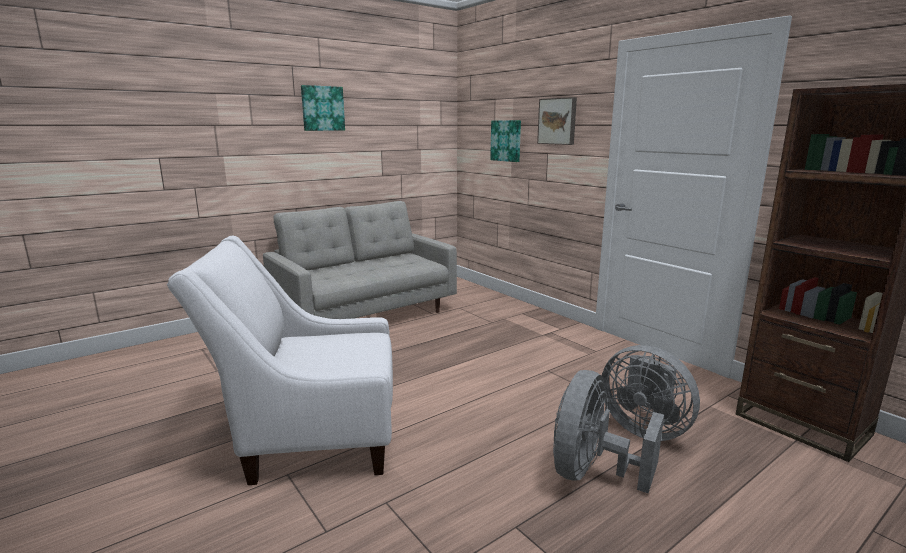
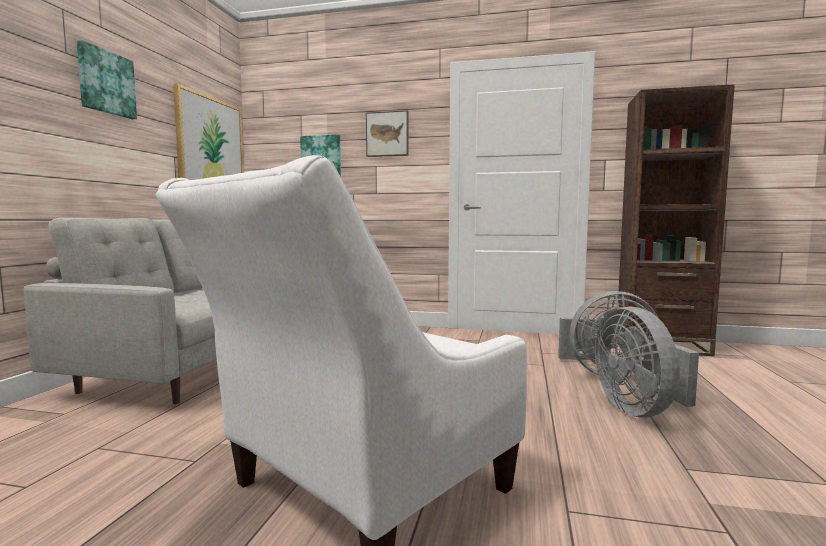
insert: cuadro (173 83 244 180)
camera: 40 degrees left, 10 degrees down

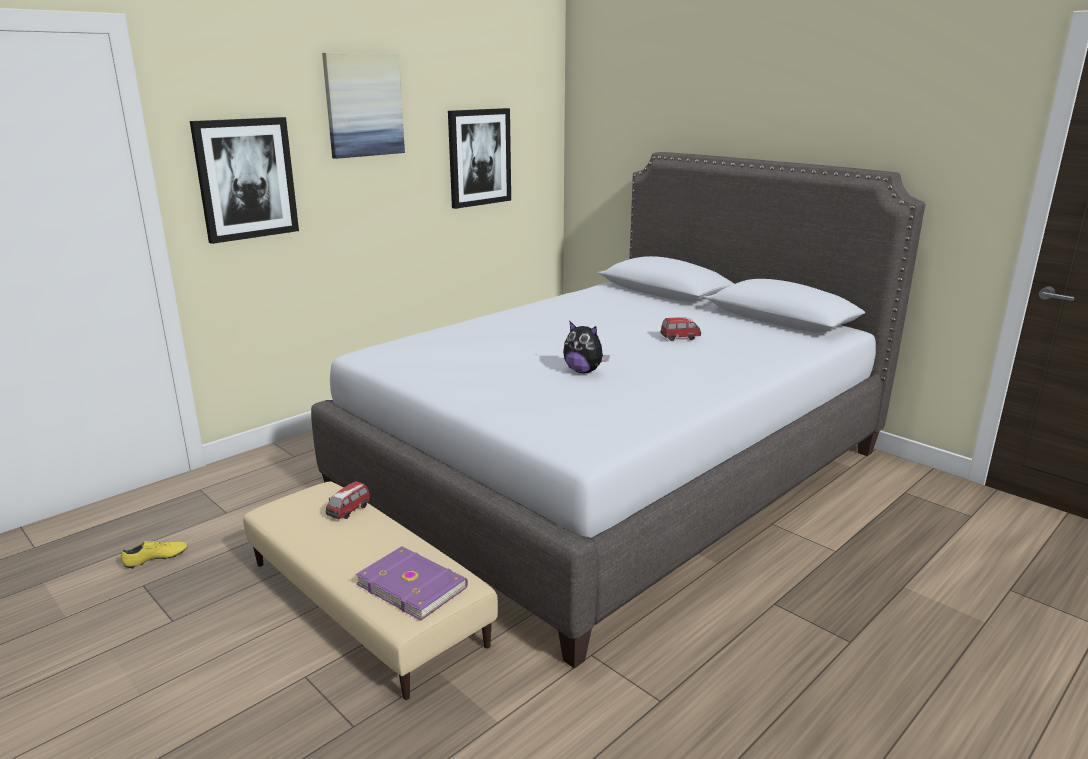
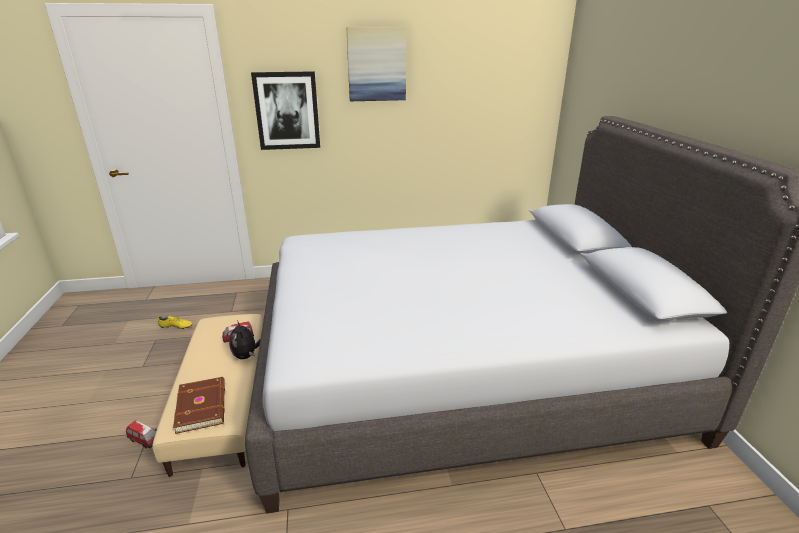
delete: cuadro (448 108 511 209)
move: coche de juguete (661 317 701 341) to (126 420 157 448); peluche (563 321 610 373) to (229 320 261 359)
recolor: libro/morado (355 546 468 621) to libro/marrón (173 377 225 434)
camera: 35 degrees right, 5 degrees up

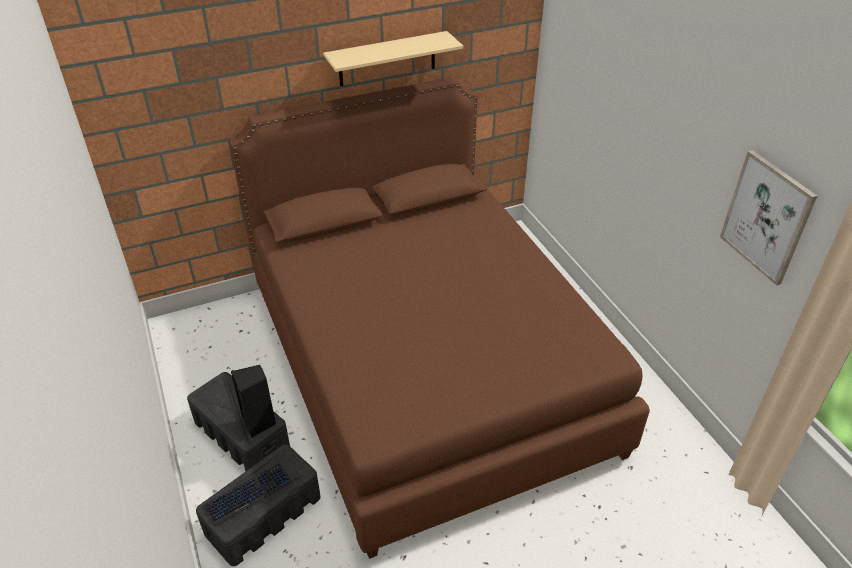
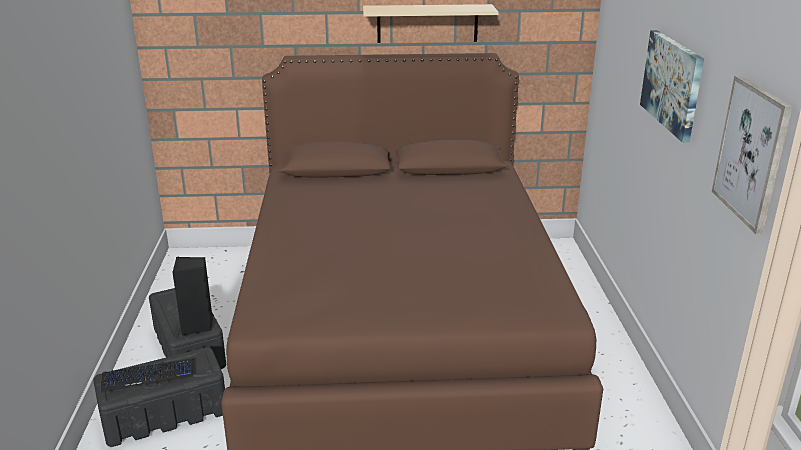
insert: cuadro (640 30 704 143)
camera: 20 degrees right, 15 degrees down

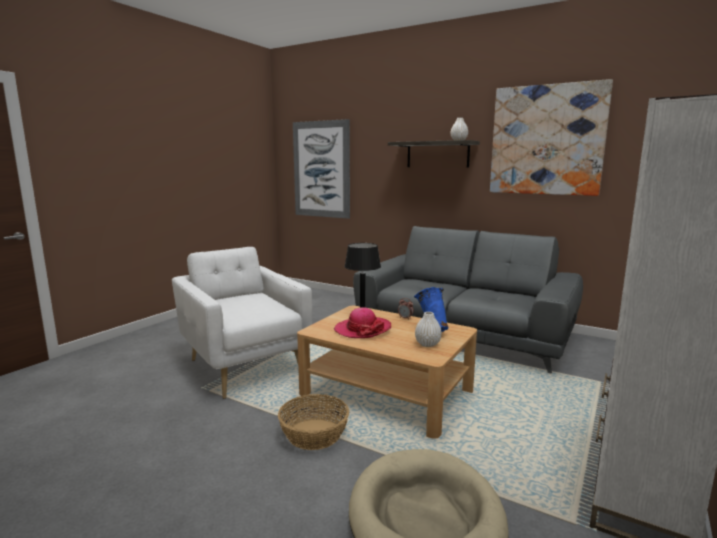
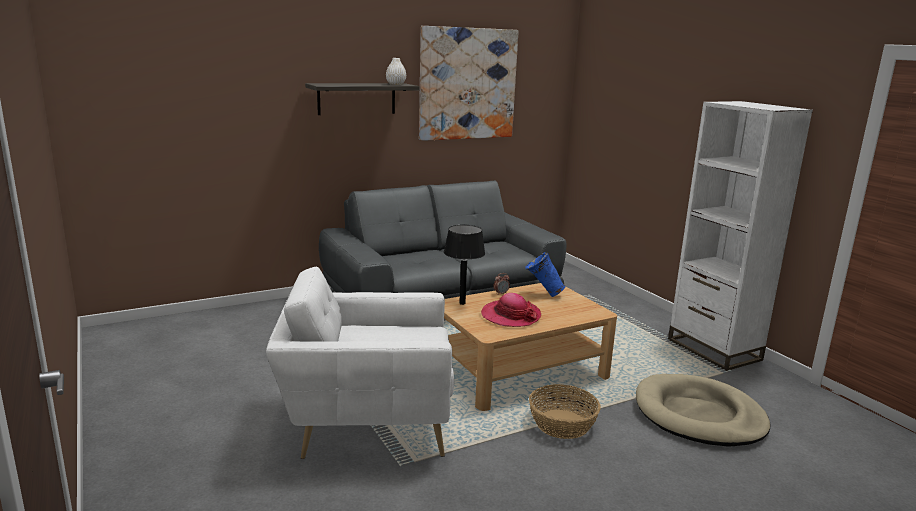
delete: cuadro (293 119 350 219); florero/blanco (415 312 442 347)
camera: 60 degrees left, 5 degrees up

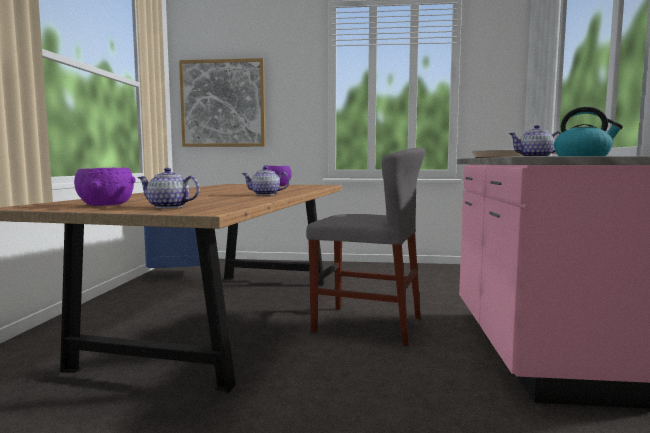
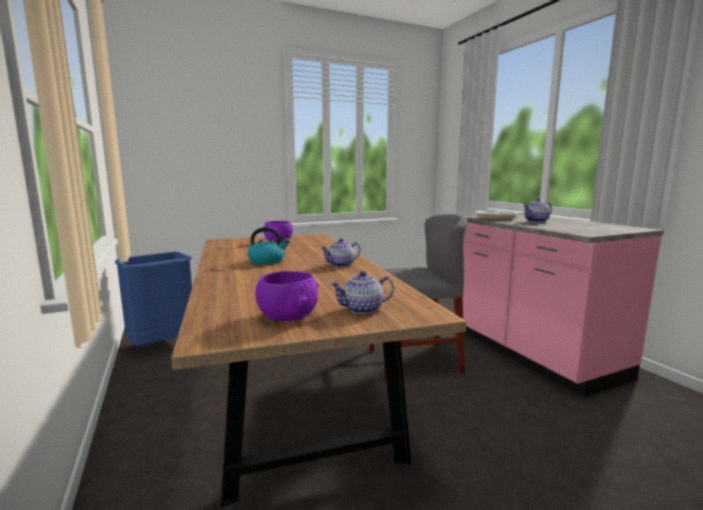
delete: cuadro (179 58 265 147)
move: hervidor (554 107 623 156) to (248 227 290 265)
camera: 30 degrees left, 5 degrees up

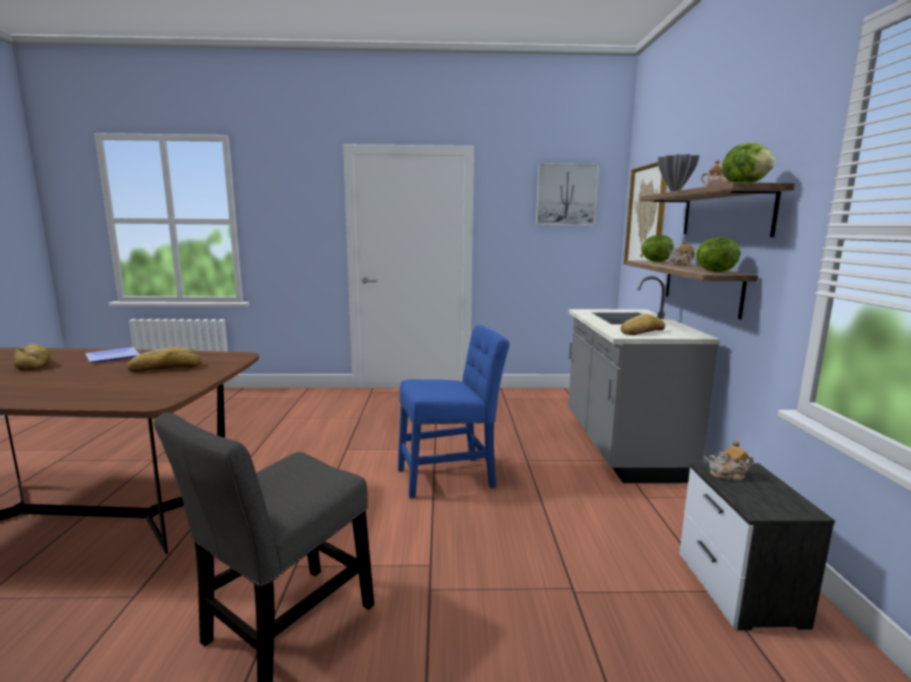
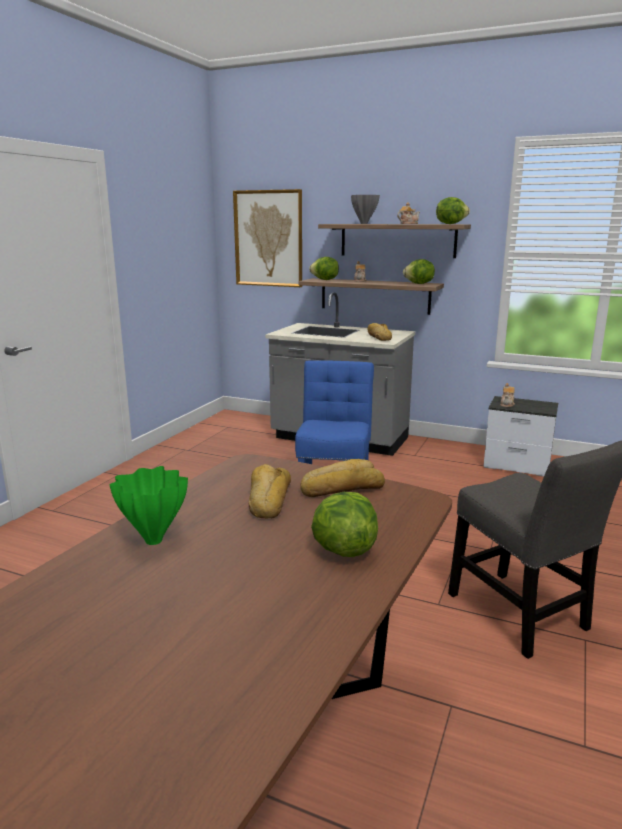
delete: cuadro (536 163 599 226)
insert: lechuga (311 492 378 557)
move: pan (14 344 50 370) to (300 459 385 497)
replace: plato (85 347 140 362) to florero/verde (109 466 188 545)
camera: 65 degrees left, 5 degrees up

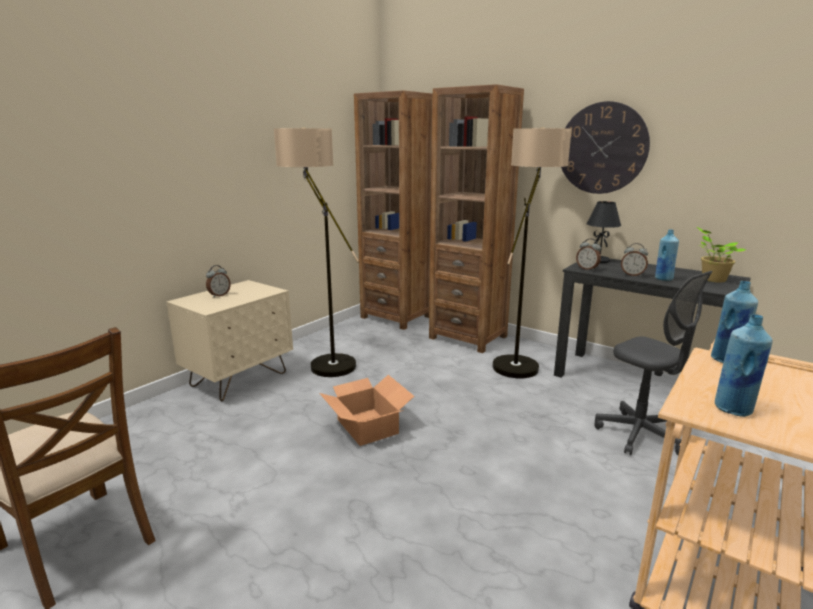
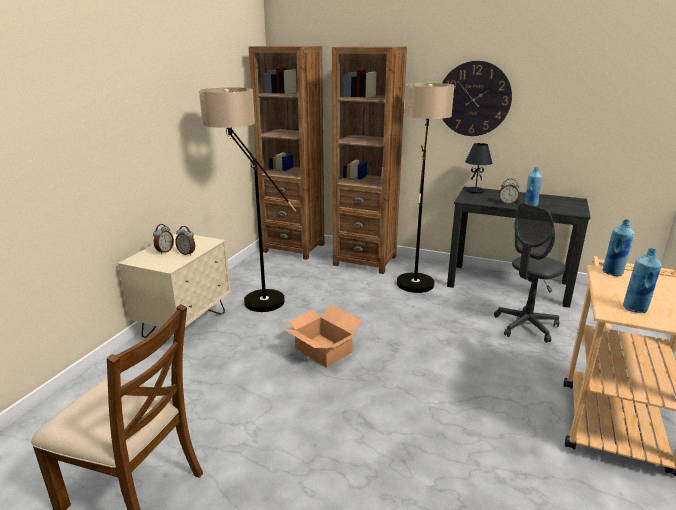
delete: planta en maceta (697 227 747 282)
move: despertador (576 239 601 271) to (176 226 195 256)
rotate: silla de oficina/gris (594 271 713 455) = (494 202 566 343) 105 degrees clockwise
camera: 15 degrees left, 5 degrees up

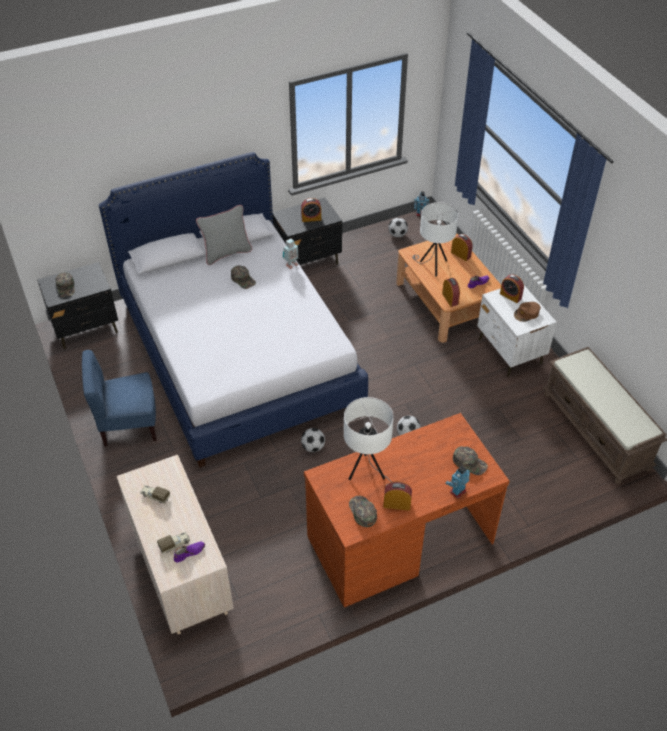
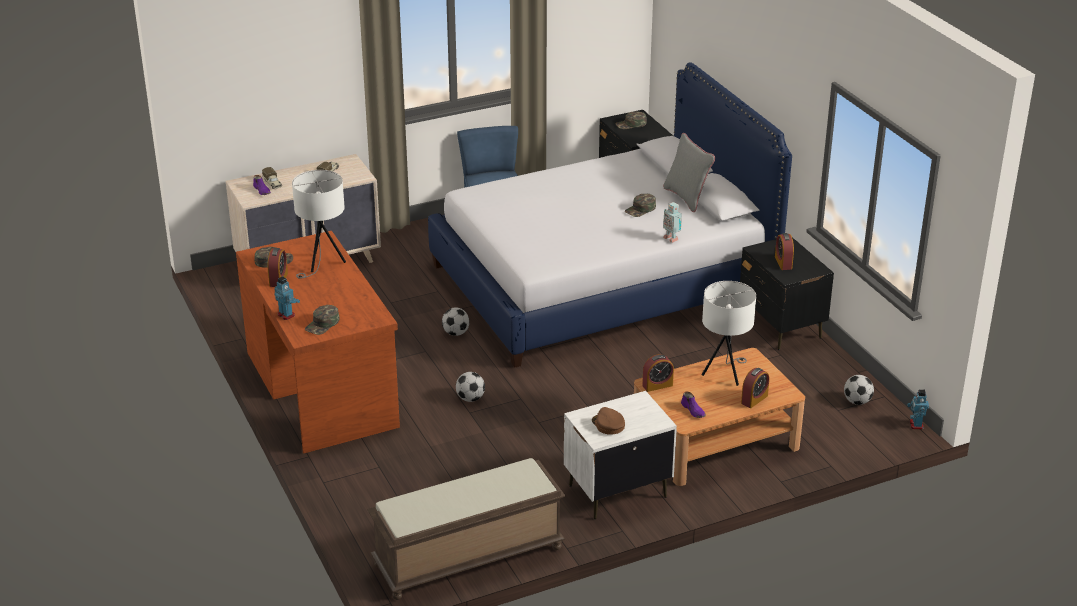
delete: despertador (500 274 524 303)
camera: 90 degrees right, 15 degrees down

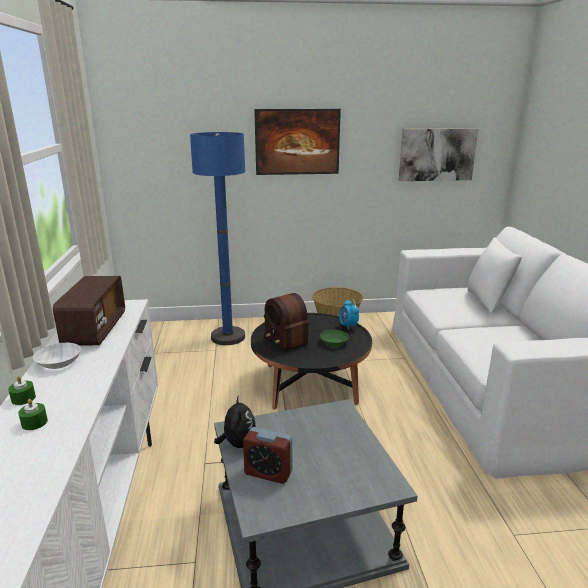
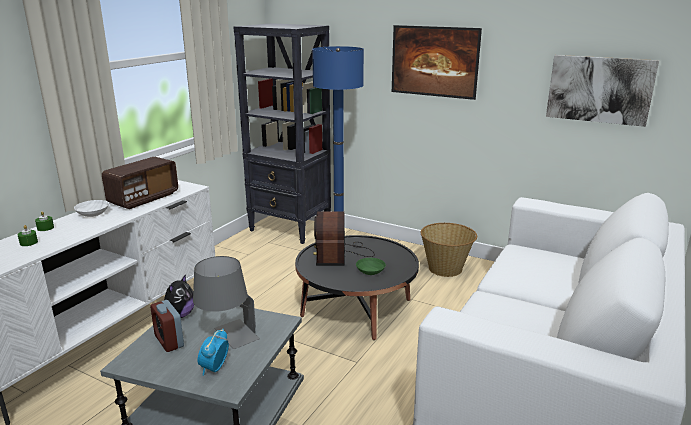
delete: cojín/blanco (468 237 522 314)
insert: estantería/negro (234 23 331 244); lámpara de mesa/gris (193 256 260 349)
move: despertador (339 299 359 330) to (197 329 229 376)
camera: 35 degrees right, 0 degrees up

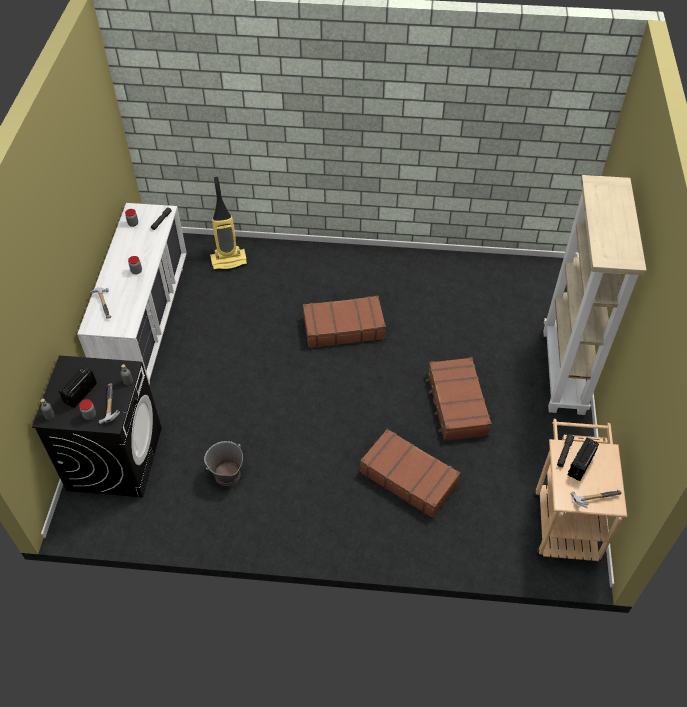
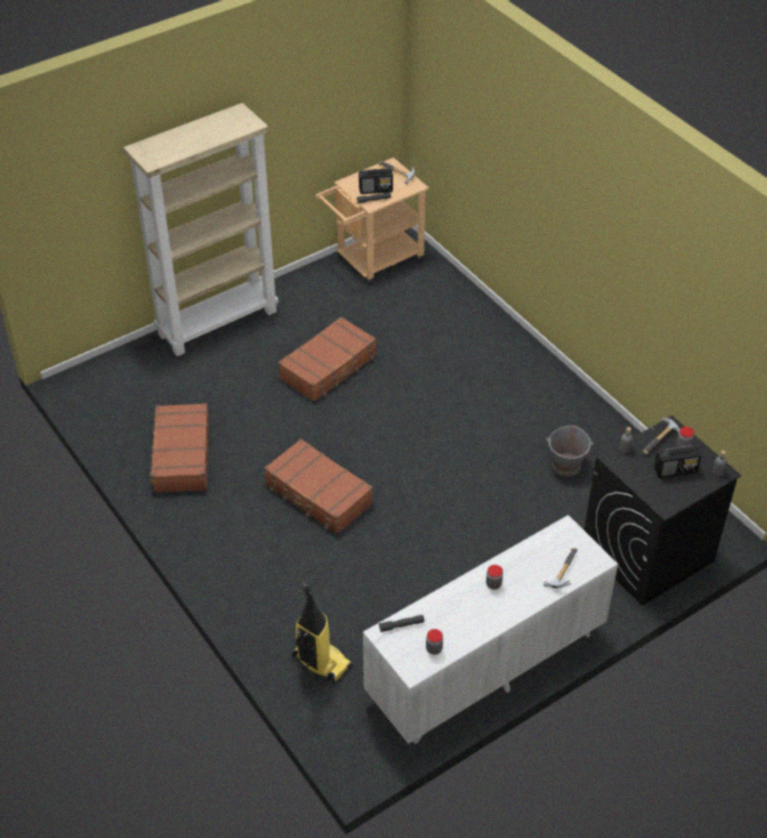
move: maleta/marrón (360 429 460 518) to (149 403 210 493)
camera: 130 degrees left, 5 degrees down

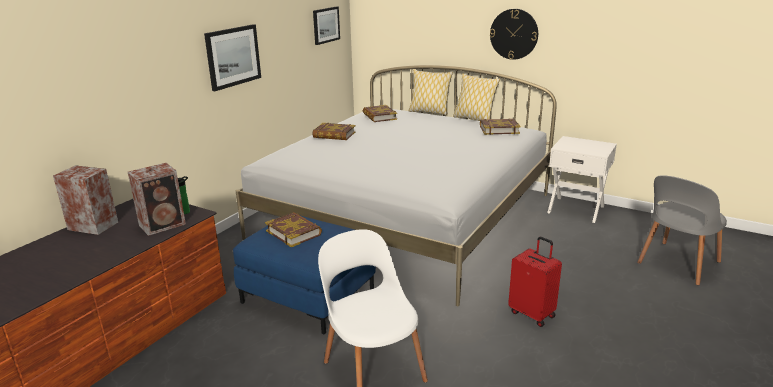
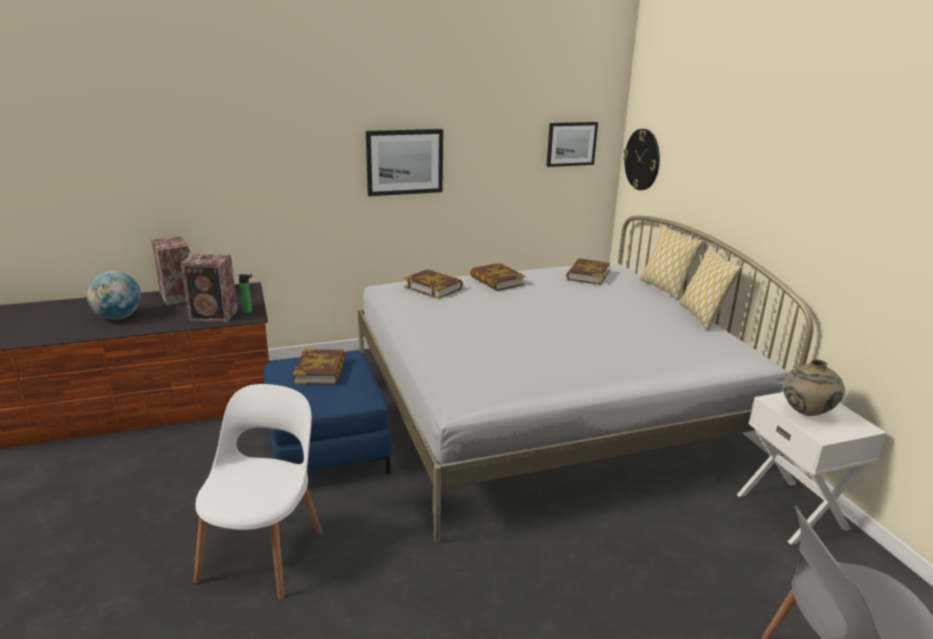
delete: maleta/rojo (508 237 562 327)
insert: globo terráqueo (87 271 141 320); florero/beis (783 359 845 416)
move: reloj de pared (490 9 538 60) to (623 129 660 190); libro (480 118 521 135) to (404 269 463 299)
camera: 40 degrees right, 0 degrees up

